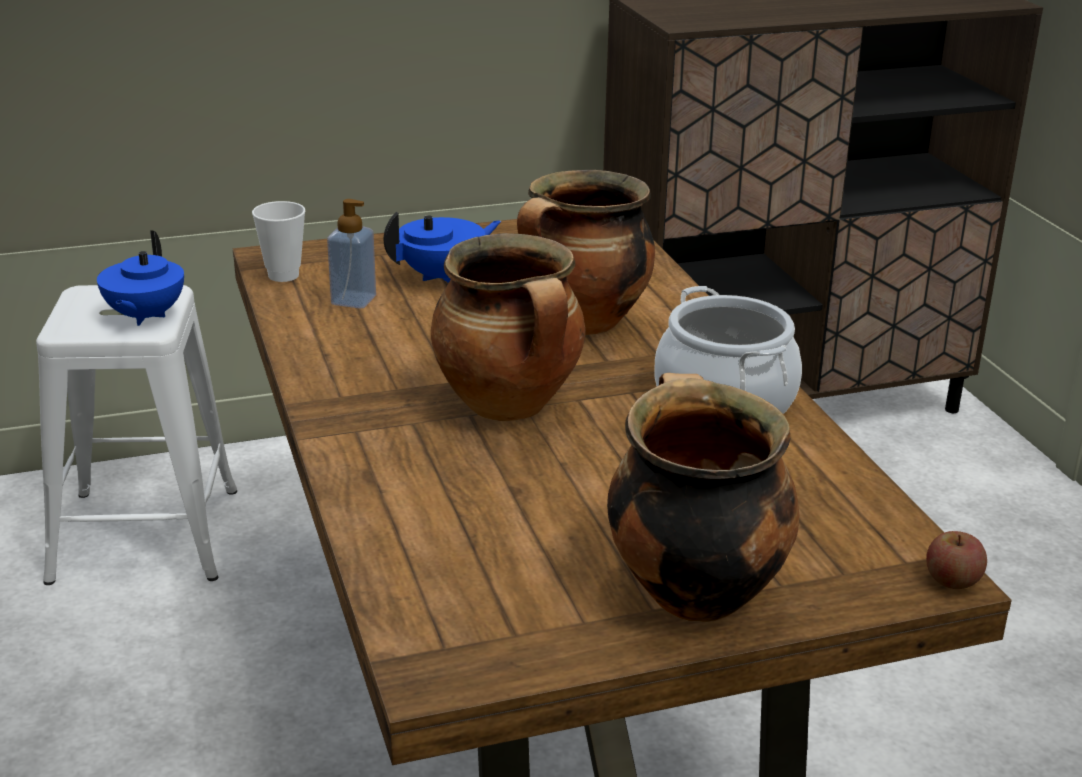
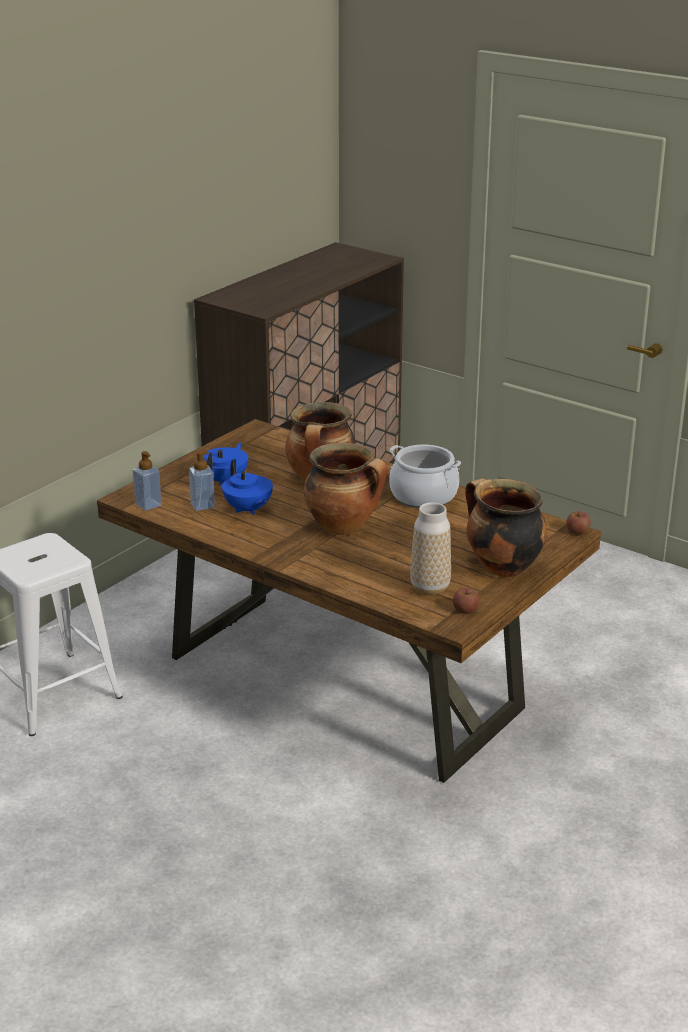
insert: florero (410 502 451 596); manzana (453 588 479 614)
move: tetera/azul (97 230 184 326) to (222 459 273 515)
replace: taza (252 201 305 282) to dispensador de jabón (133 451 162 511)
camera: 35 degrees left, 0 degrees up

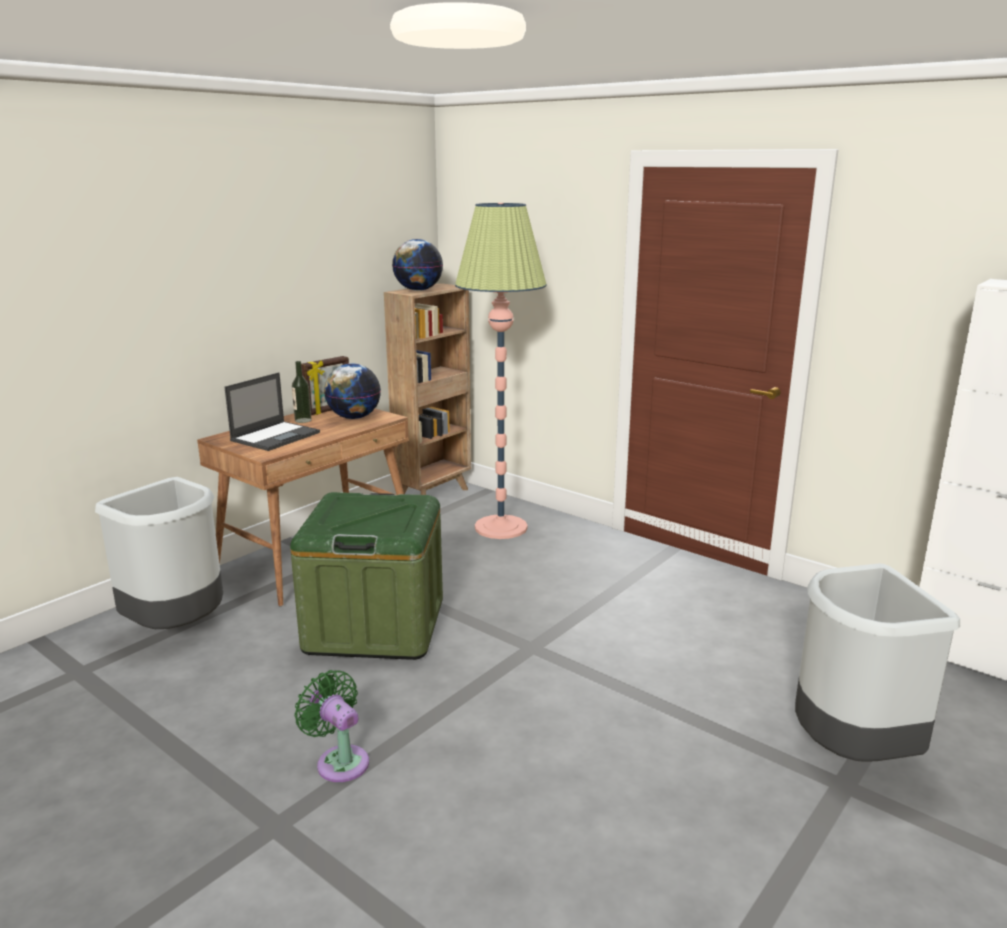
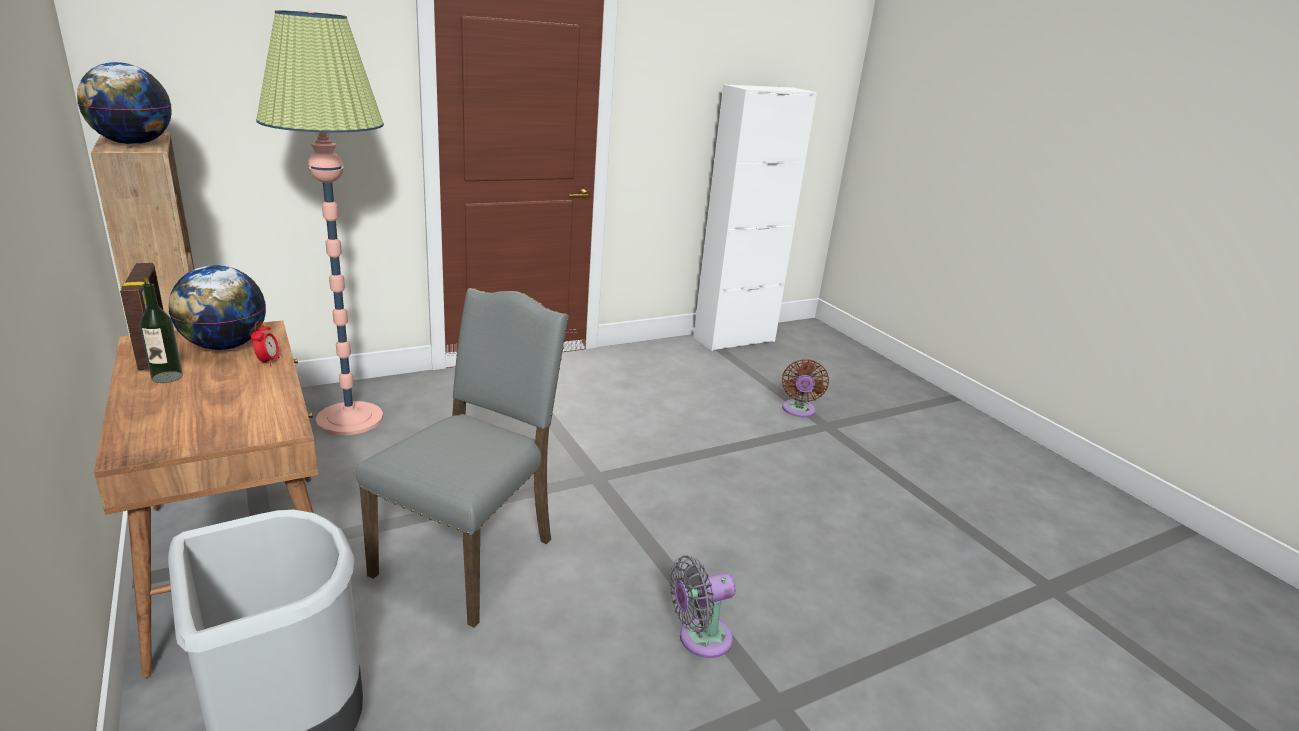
delete: portátil (224 373 320 451)
insert: despertador (251 321 279 366)
replace: caja de almacenaje/verde (290 492 443 660) to silla/gris (356 288 569 627); papelera/gris (795 563 960 762) to ventilador/marrón (782 359 829 417)
recolor: ventilador/verde (294 670 369 782) to ventilador/gris (670 555 736 658)
camera: 70 degrees left, 5 degrees up

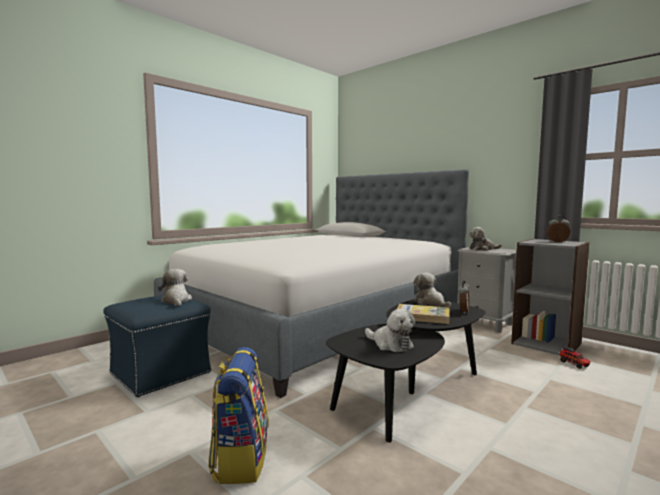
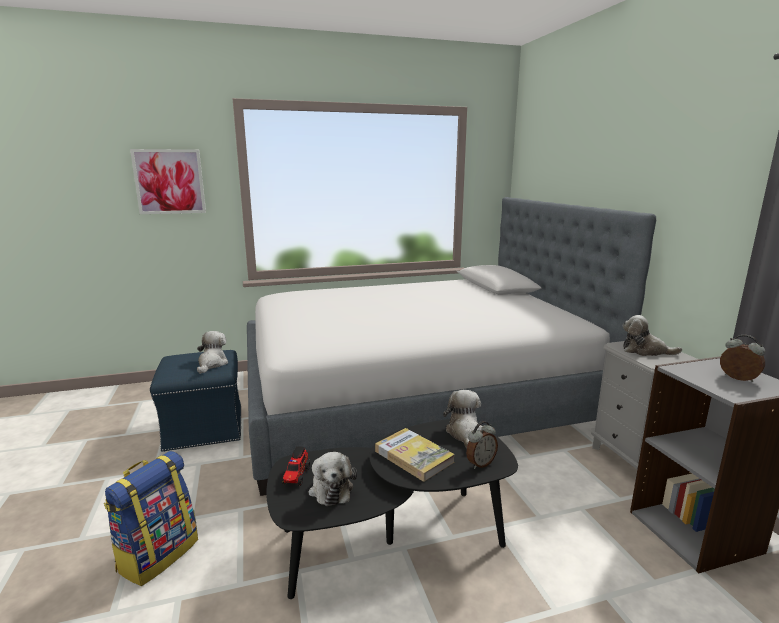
insert: cuadro (130 149 206 214)
move: camión de juguete (560 347 591 369) to (282 447 310 486)
camera: 30 degrees right, 10 degrees up

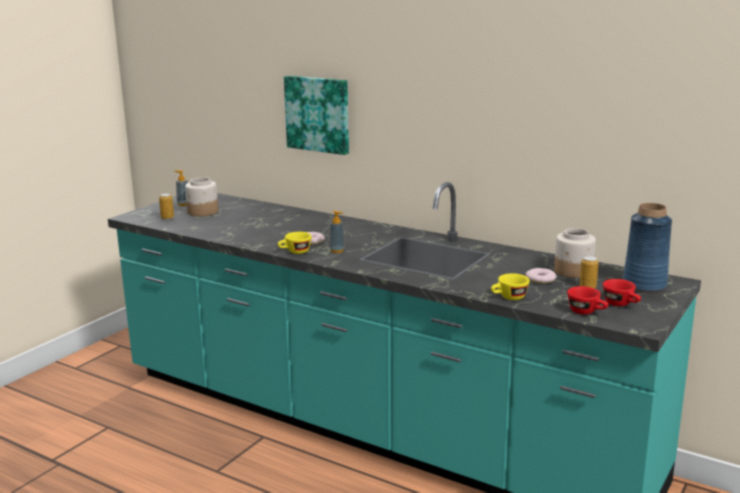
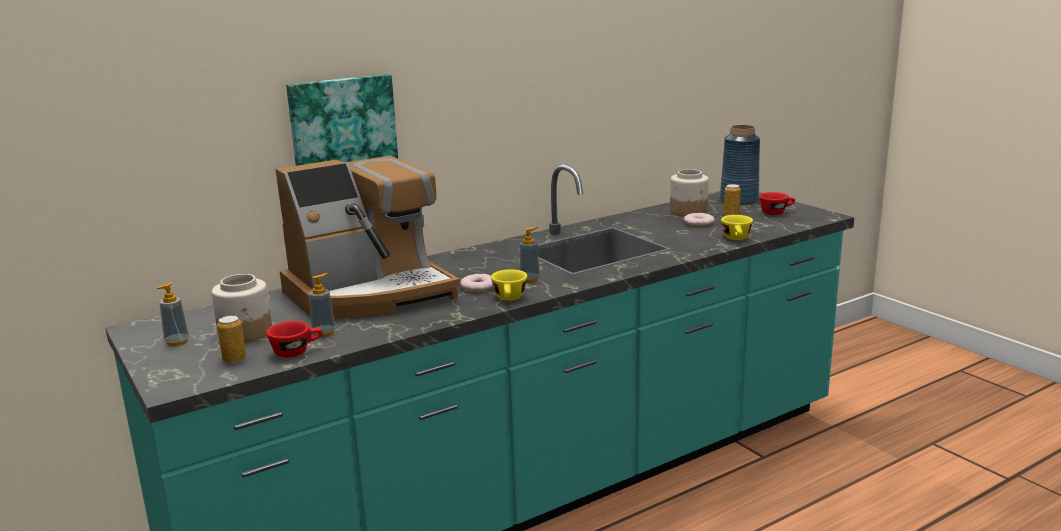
insert: cafetera (275 156 460 318); dispensador de jabón (309 273 335 337)
move: taza/rojo (567 286 609 314) to (266 321 322 358)
camera: 65 degrees left, 0 degrees up

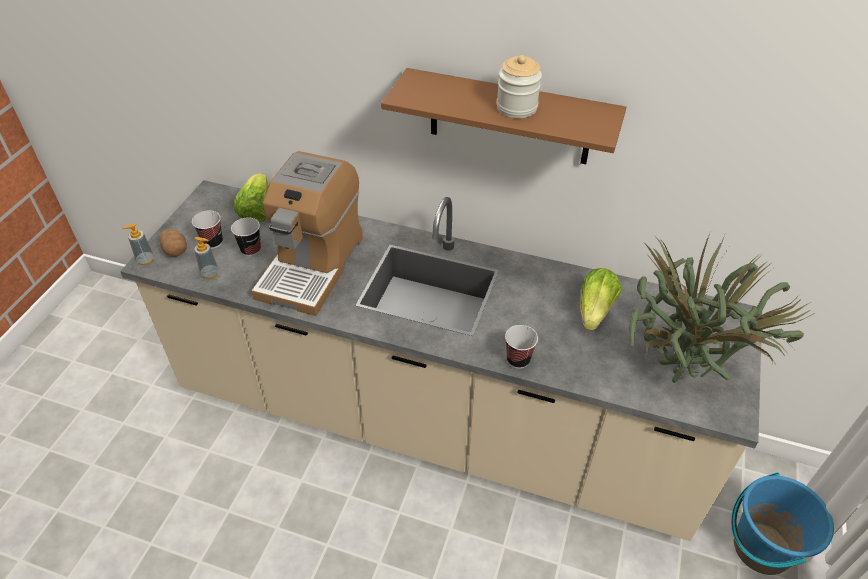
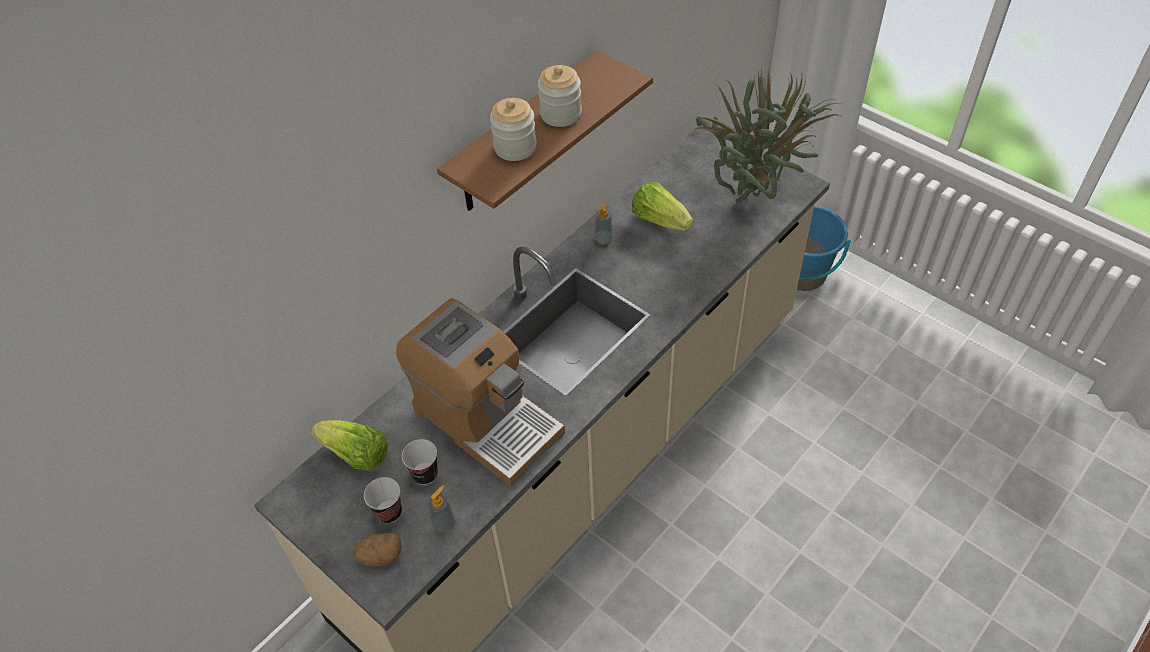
delete: taza (505 325 538 369)
insert: tarro (490 98 537 161)
move: dispensador de jabón (122 223 154 265) to (594 201 613 245)
camera: 65 degrees left, 5 degrees up

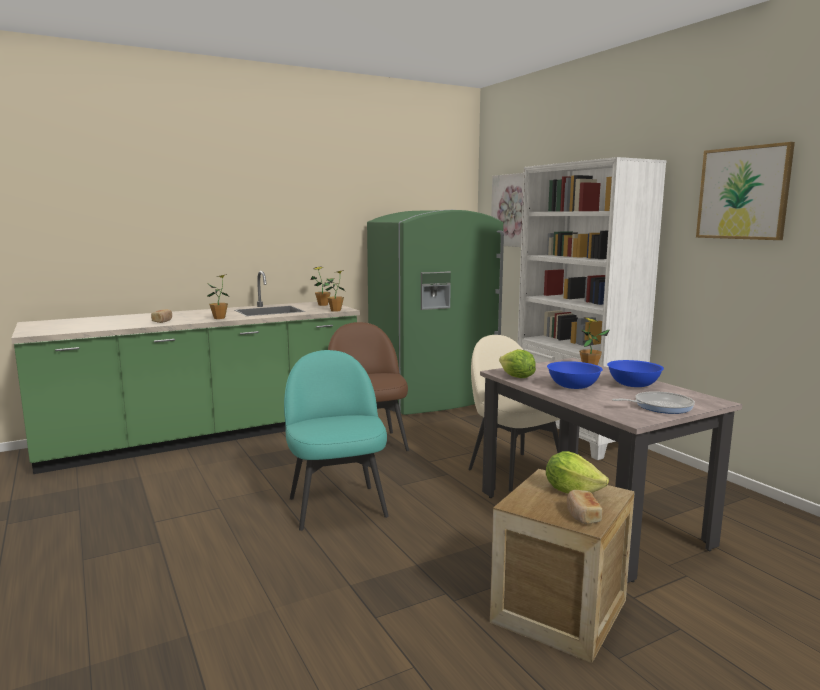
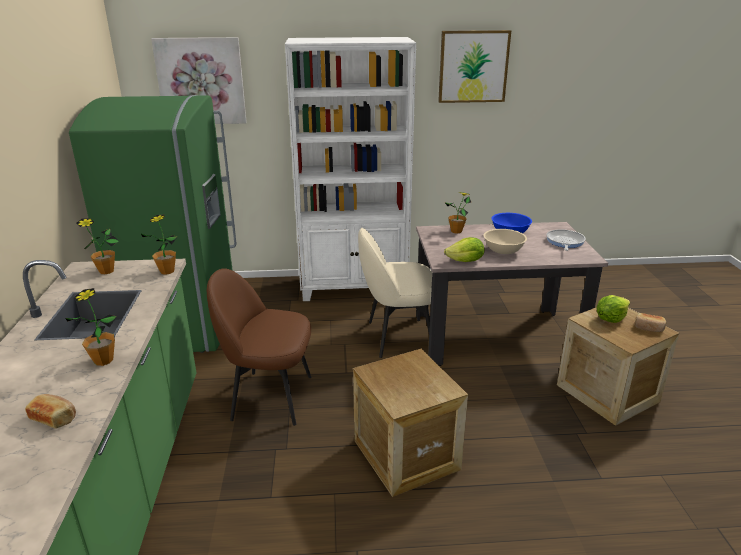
replace: silla/turquesa (284 350 389 531) to caja de embalaje (353 349 468 497)
recolor: cuenco/azul (547 361 603 389) to cuenco/beis (483 229 527 254)
camera: 65 degrees left, 15 degrees up

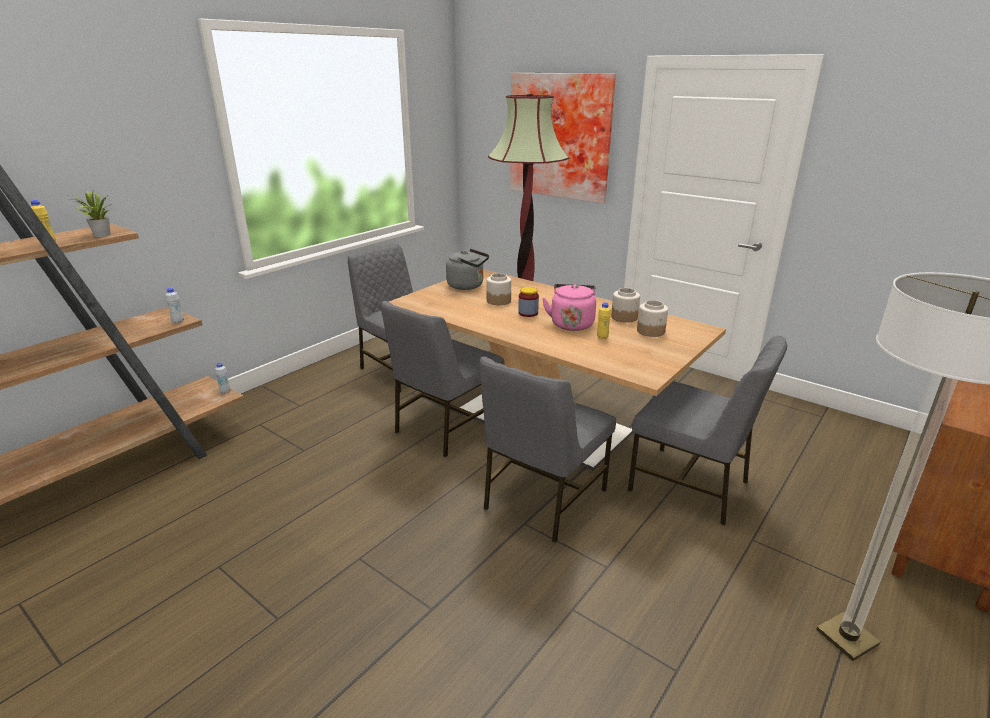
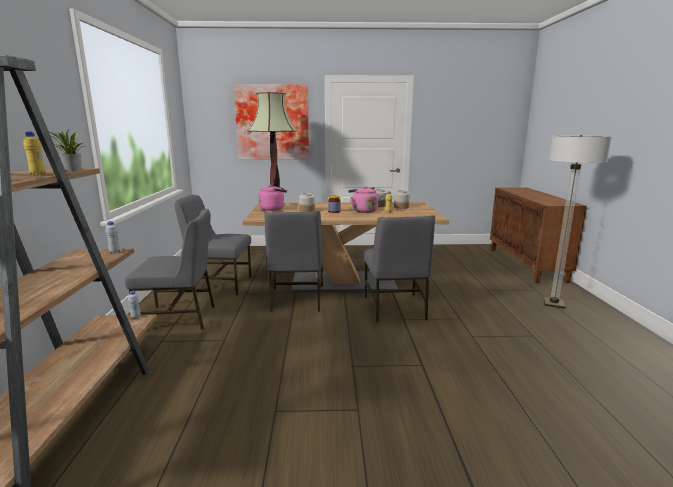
move: silla/gris (628 336 787 526) to (125 209 215 330)
recolor: hervidor/gris (446 249 489 290) to hervidor/rosa (259 185 287 211)
camera: 40 degrees left, 10 degrees down

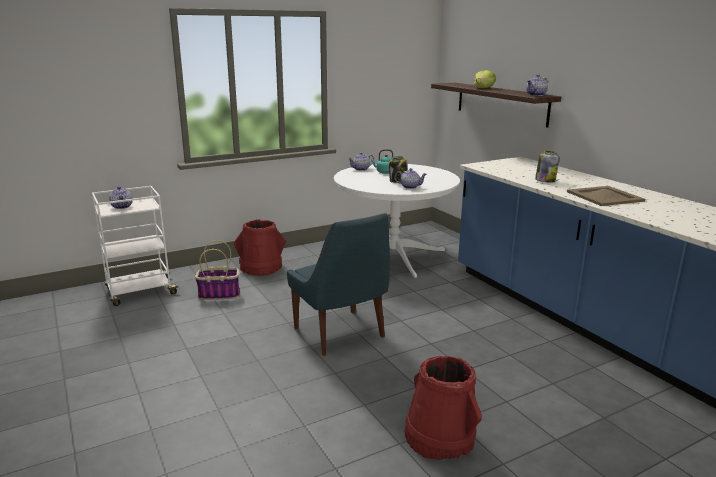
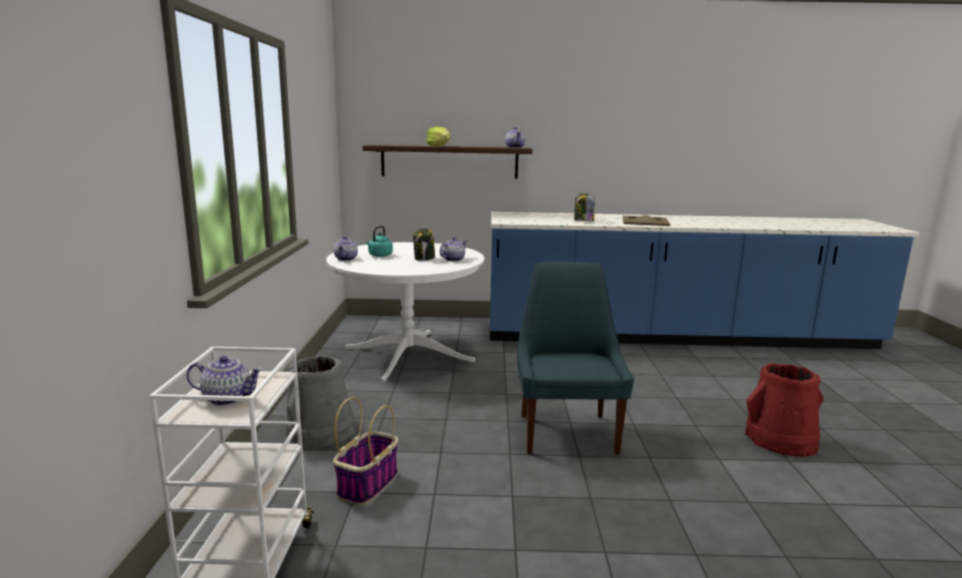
recolor: cubo/rojo (234 220 286 276) to cubo/gris (286 355 356 449)
rotate: silla/azul (287 213 390 356) = (517 261 634 455) 90 degrees counterclockwise
camera: 60 degrees left, 5 degrees down

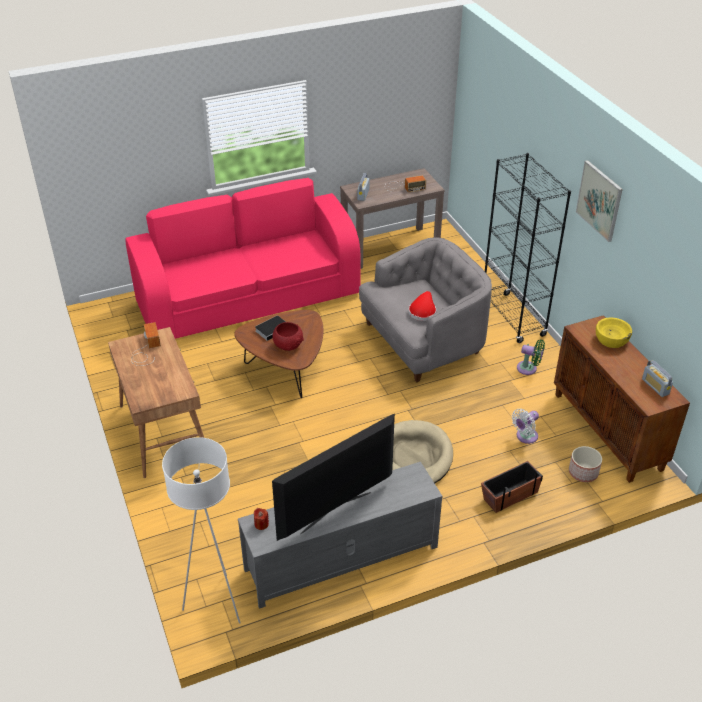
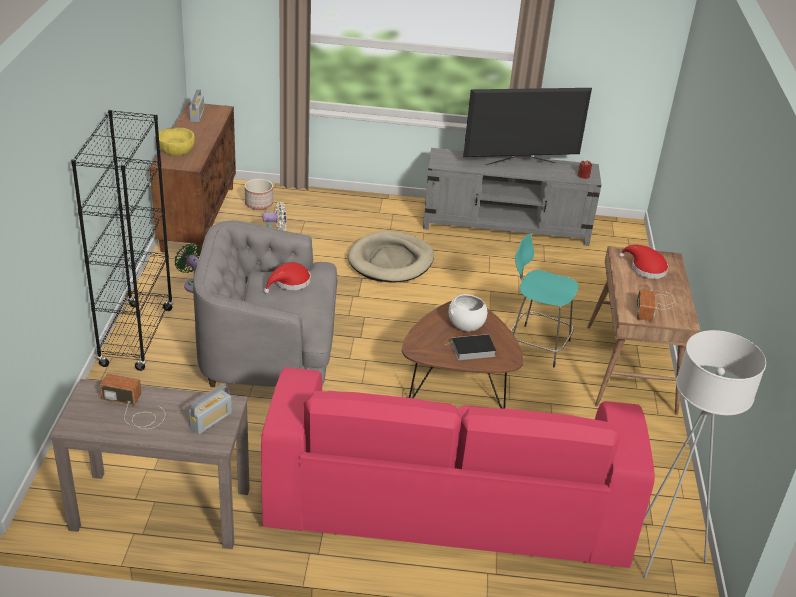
delete: cuadro (576 160 623 242); maceta (481 461 543 513)
insert: taburete/turquesa (511 234 578 367); sombrero/rojo (619 245 669 279)
move: lámpara de pie/blanco (162 437 241 624) to (643 330 766 579)
recolor: cuenco/rojo (272 322 304 351) to cuenco/blanco (448 294 487 332)
camera: 155 degrees left, 5 degrees down

